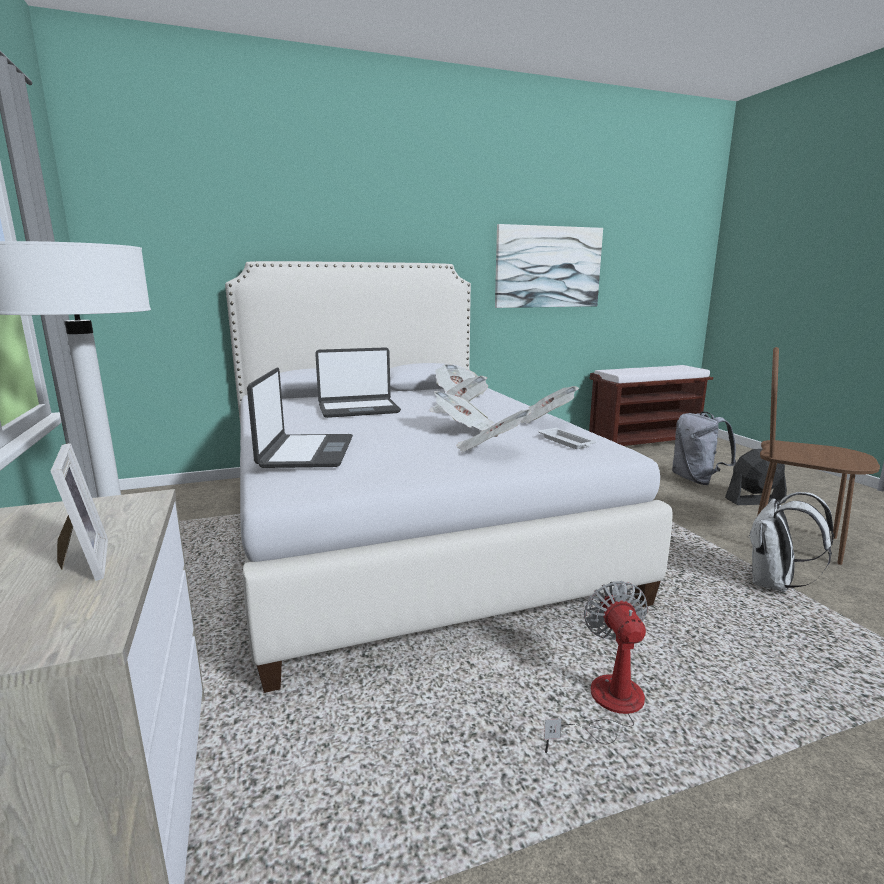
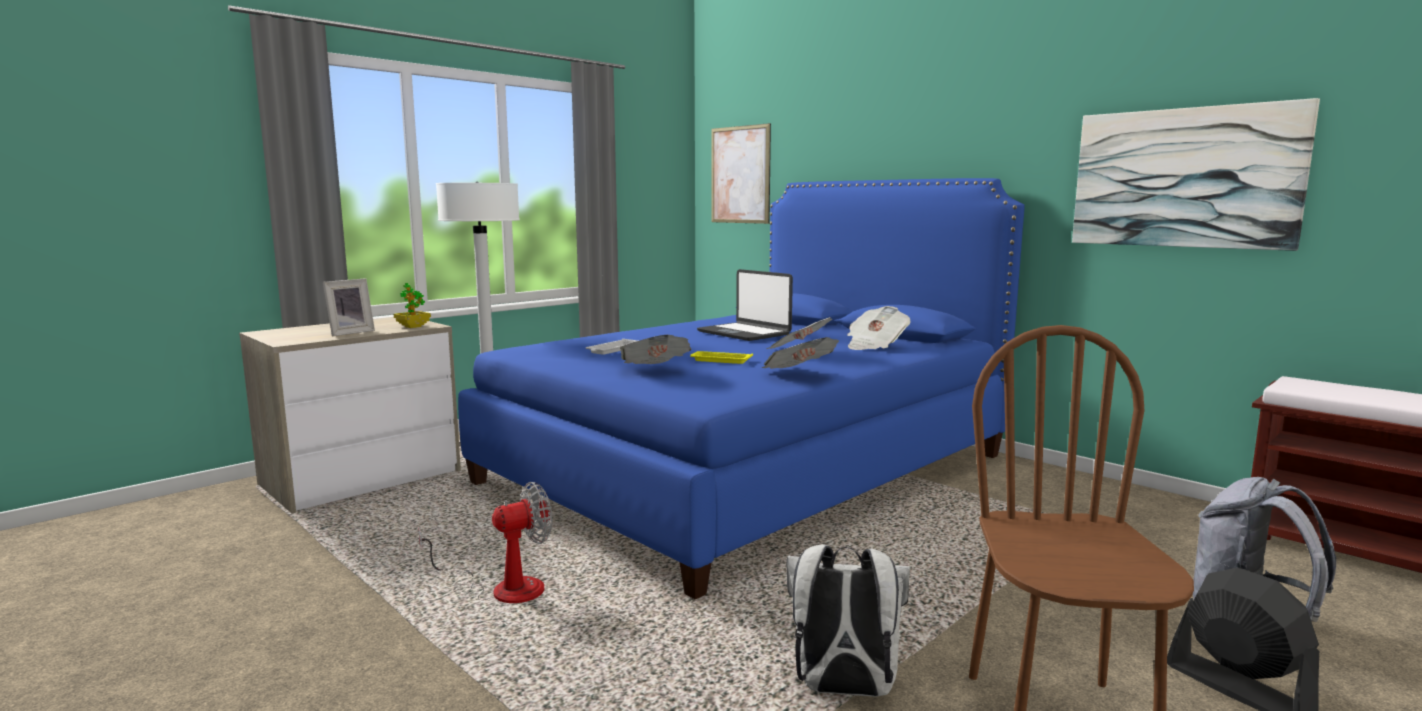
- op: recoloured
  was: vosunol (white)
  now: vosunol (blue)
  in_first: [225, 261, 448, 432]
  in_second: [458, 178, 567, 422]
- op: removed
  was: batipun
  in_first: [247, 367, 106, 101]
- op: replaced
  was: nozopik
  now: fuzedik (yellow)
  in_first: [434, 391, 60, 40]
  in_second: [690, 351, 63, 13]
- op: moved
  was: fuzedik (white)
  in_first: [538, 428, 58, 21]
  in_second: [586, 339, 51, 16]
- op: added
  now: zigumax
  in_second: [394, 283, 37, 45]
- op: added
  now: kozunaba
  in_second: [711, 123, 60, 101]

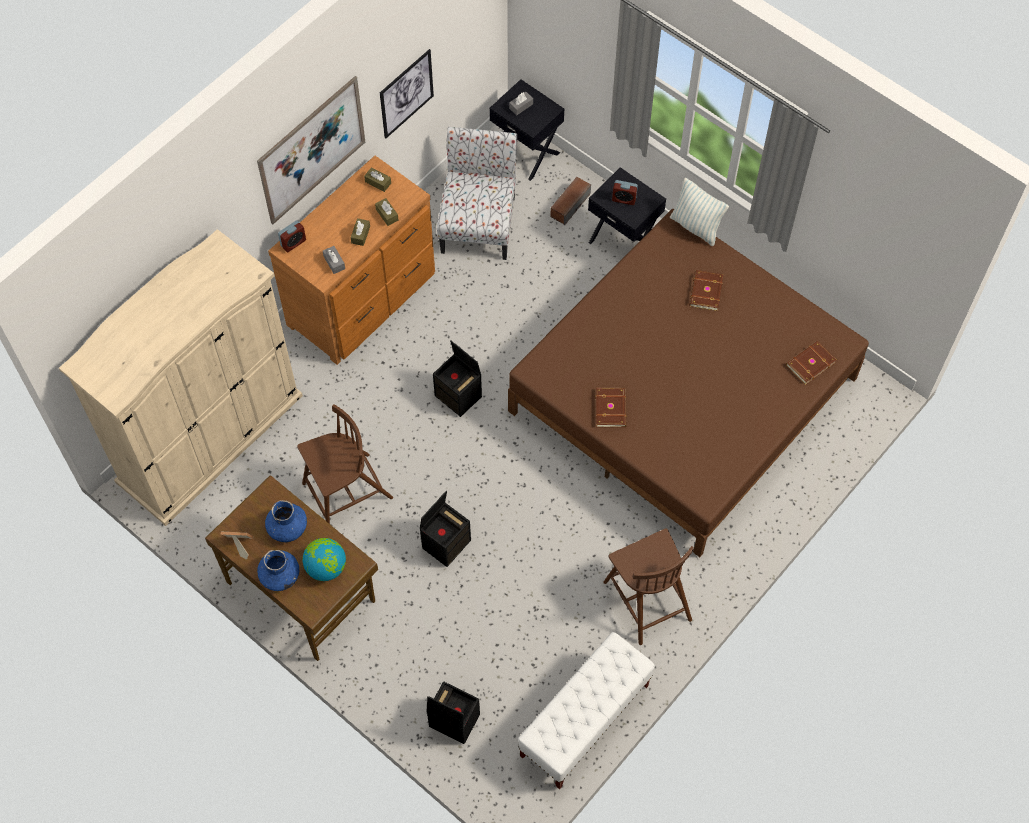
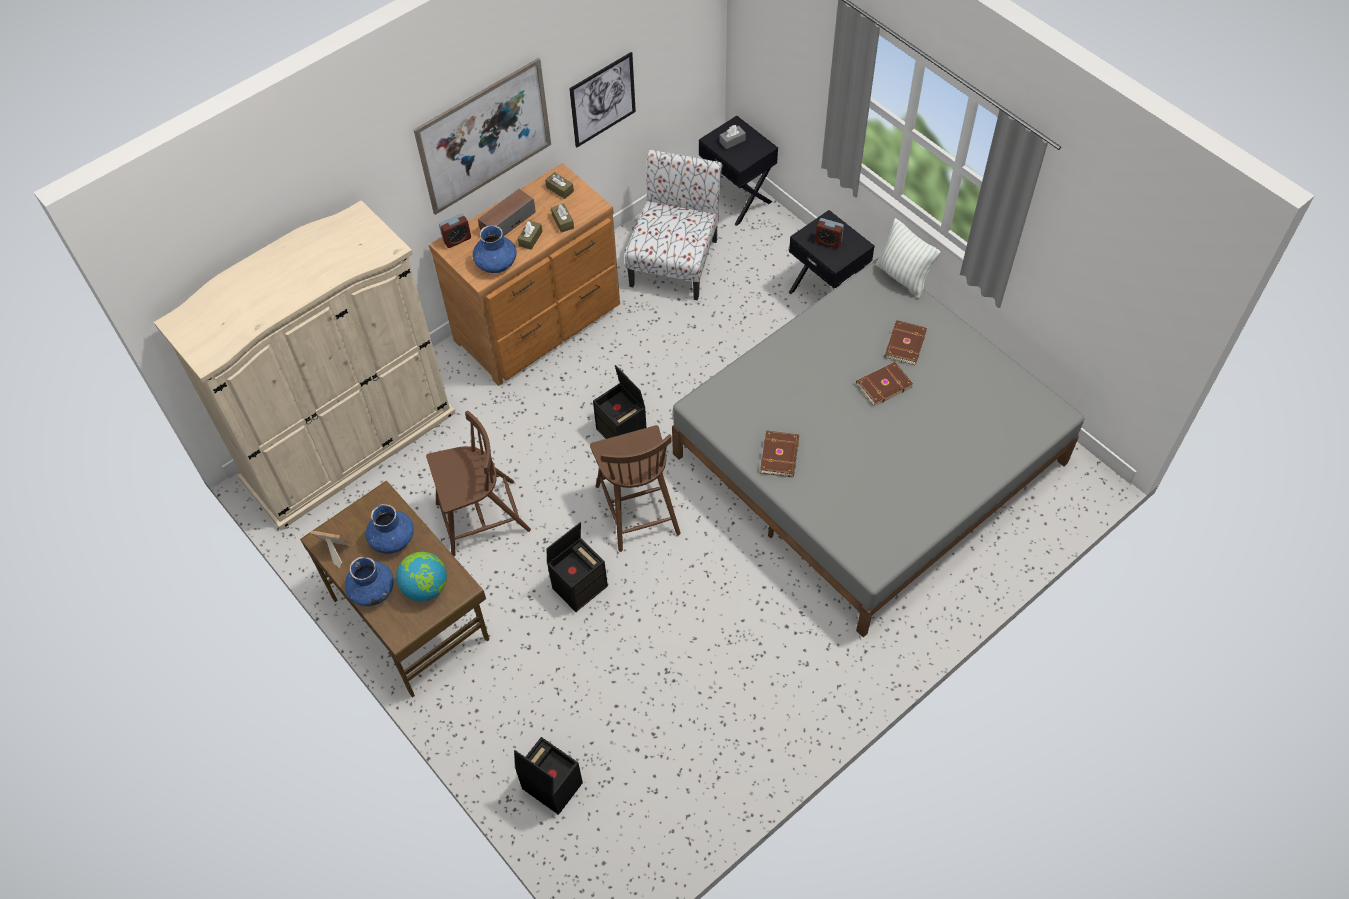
- op: replaced
  was: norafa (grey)
  now: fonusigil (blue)
  in_first: [323, 246, 22, 28]
  in_second: [473, 225, 44, 48]
- op: recoloured
  was: vosunol (brown)
  now: vosunol (grey)
  in_first: [508, 209, 361, 348]
  in_second: [672, 257, 412, 380]
- op: removed
  was: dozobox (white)
  in_first: [518, 632, 137, 157]
- op: moved
  was: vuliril
  in_first: [550, 177, 41, 49]
  in_second: [478, 189, 58, 48]
- op: moved
  was: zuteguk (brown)
  in_first: [603, 528, 91, 117]
  in_second: [590, 425, 90, 127]
- op: moved
  was: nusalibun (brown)
  in_first: [786, 341, 50, 44]
  in_second: [856, 362, 57, 44]

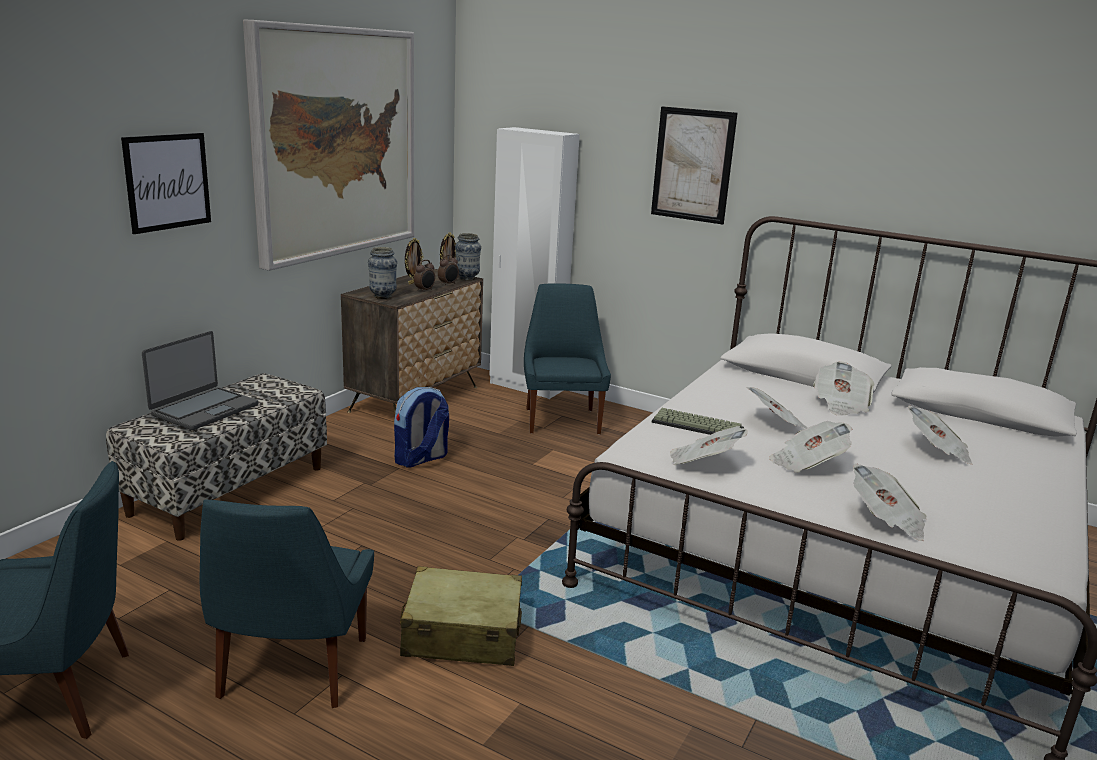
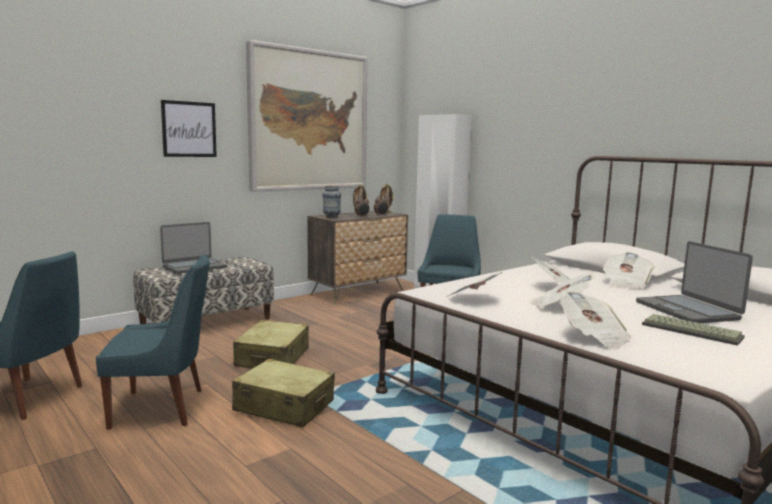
- op: turned
  was: zuteguk (blue)
  in_first: [200, 499, 174, 209]
  in_second: [96, 254, 114, 176]
  clockwise: -120
- op: removed
  was: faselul
  in_first: [394, 387, 55, 81]
- op: removed
  was: fonusigil
  in_first: [455, 233, 26, 47]
- op: removed
  was: kozunaba
  in_first: [651, 106, 87, 118]
- op: moved
  was: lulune
  in_first: [652, 408, 92, 33]
  in_second: [642, 314, 103, 32]
- op: replaced
  was: nozopik
  now: batipun
  in_first: [908, 405, 65, 60]
  in_second: [636, 241, 117, 83]
- op: added
  now: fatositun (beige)
  in_second: [233, 320, 76, 49]

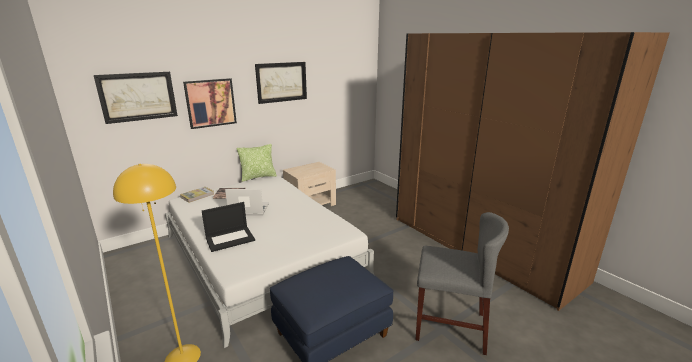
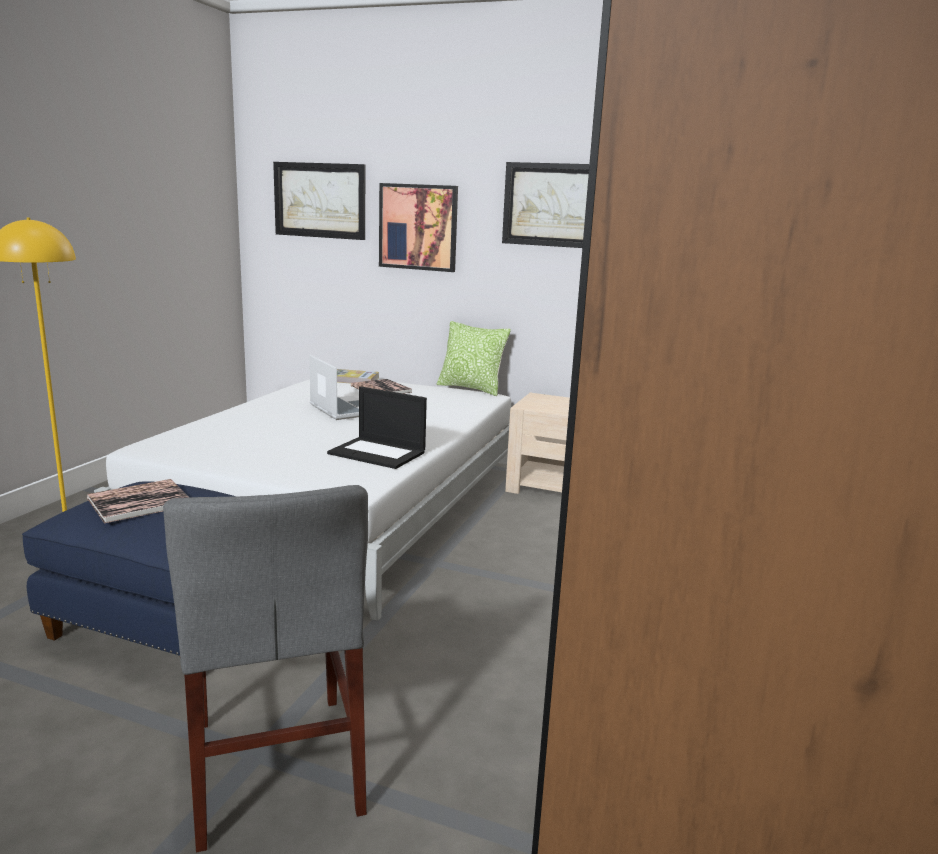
- op: moved
  was: batipun
  in_first: [202, 202, 53, 50]
  in_second: [327, 386, 100, 83]
- op: added
  now: nusalibun
  in_second: [87, 479, 103, 44]

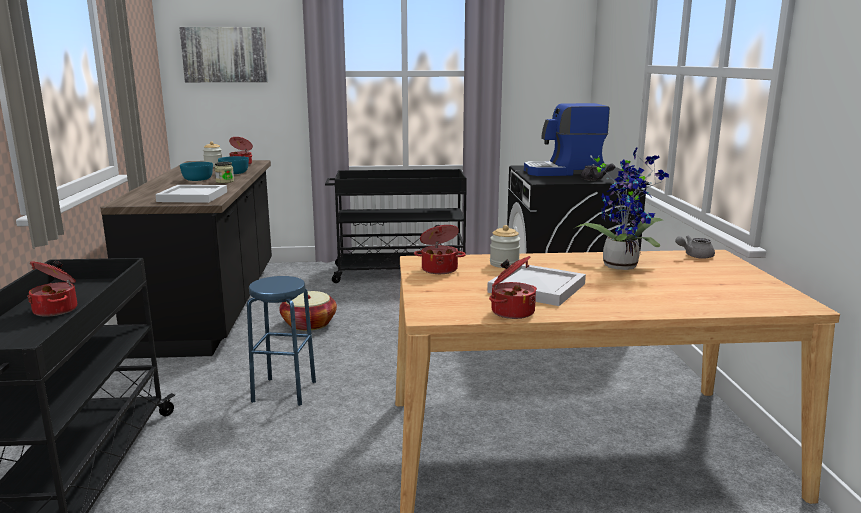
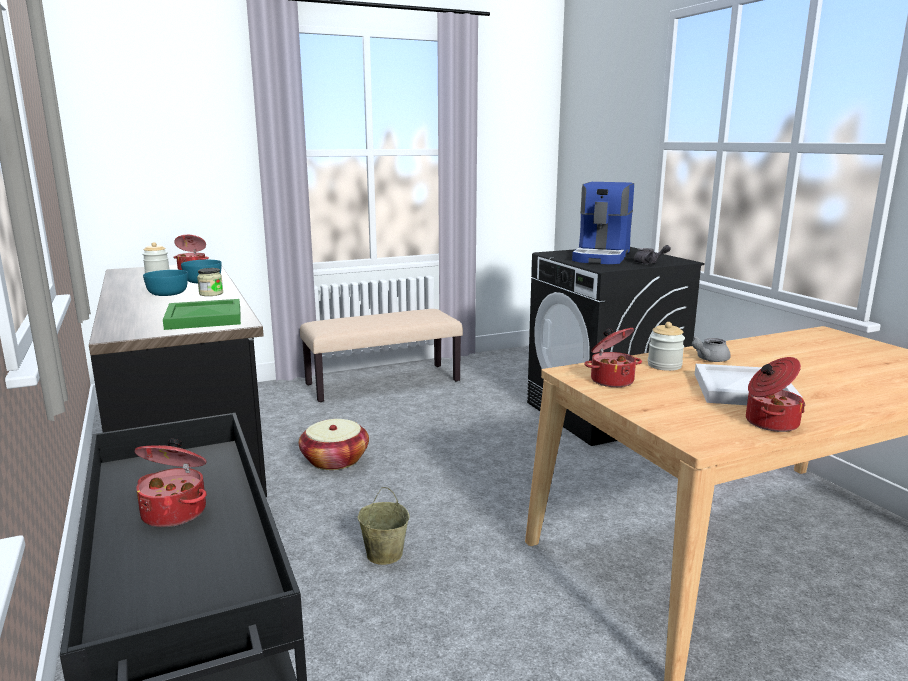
- op: recoloured
  was: fuzedik (white)
  now: fuzedik (green)
  in_first: [155, 185, 72, 18]
  in_second: [163, 299, 78, 31]
- op: removed
  was: kozunaba
  in_first: [179, 27, 89, 55]
- op: replaced
  was: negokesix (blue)
  now: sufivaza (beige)
  in_first: [247, 276, 69, 130]
  in_second: [358, 487, 51, 78]
- op: replaced
  was: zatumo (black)
  now: dozobox (beige)
  in_first: [325, 169, 142, 114]
  in_second: [300, 309, 163, 93]
- op: turned
  was: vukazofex
  in_first: [524, 103, 86, 73]
  in_second: [572, 182, 62, 82]
  clockwise: -45
- op: removed
  was: zigumax
  in_first: [573, 147, 96, 123]
- op: moved
  was: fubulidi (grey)
  in_first: [675, 236, 40, 23]
  in_second: [692, 336, 39, 26]

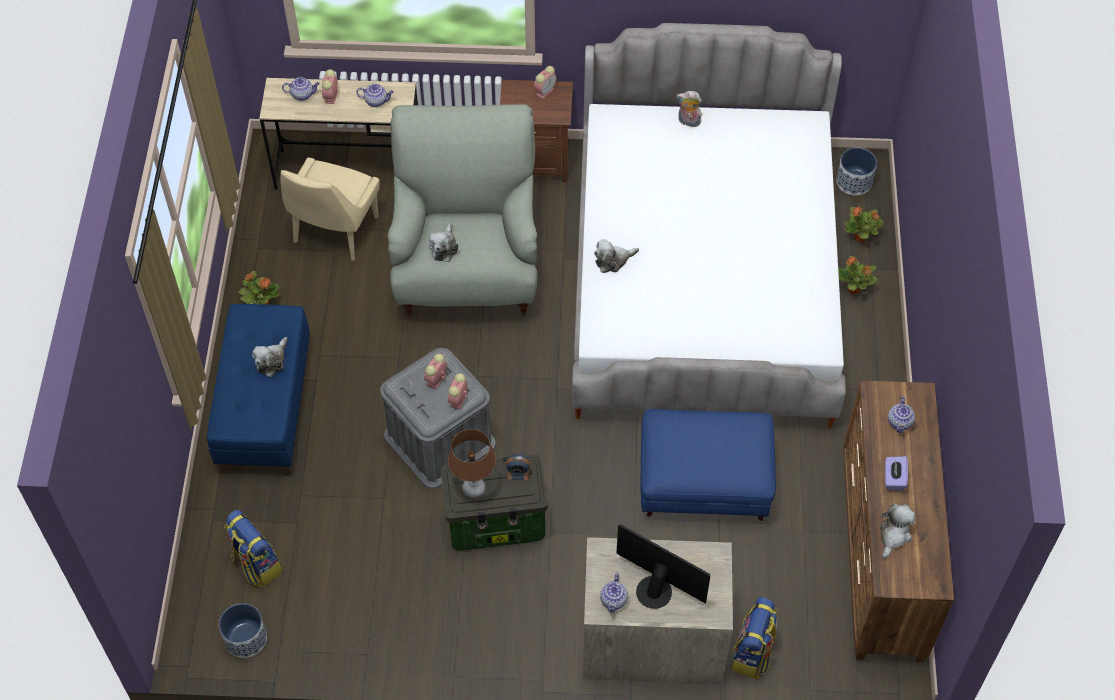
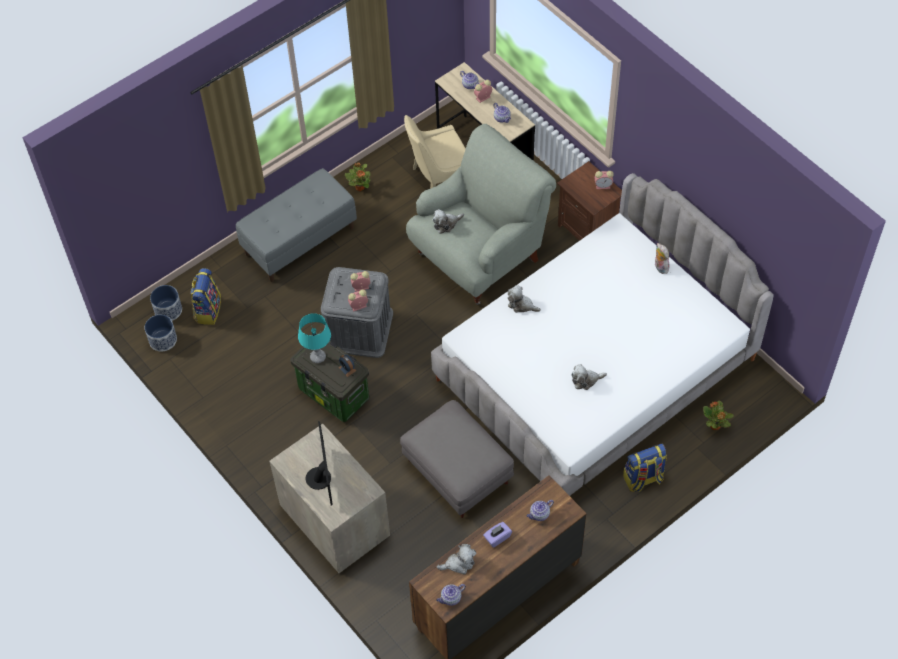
- op: recoloured
  was: dozobox (blue)
  now: dozobox (grey)
  in_first: [207, 304, 103, 172]
  in_second: [236, 168, 121, 114]
- op: moved
  was: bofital
  in_first: [252, 337, 36, 40]
  in_second: [571, 364, 36, 26]
- op: recoloured
  was: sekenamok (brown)
  now: sekenamok (turquoise)
  in_first: [448, 429, 48, 69]
  in_second: [298, 313, 33, 50]
- op: moved
  was: fubulidi
  in_first: [600, 573, 28, 40]
  in_second: [436, 584, 30, 22]
- op: recoloured
  was: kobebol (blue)
  now: kobebol (grey)
  in_first: [640, 409, 136, 112]
  in_second: [400, 400, 114, 118]
- op: moved
  was: faselul
  in_first: [731, 597, 46, 82]
  in_second: [623, 444, 44, 48]
- op: moved
  was: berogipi
  in_first: [836, 148, 41, 47]
  in_second: [150, 285, 32, 36]
- op: removed
  was: zigumax
  in_first: [838, 256, 40, 38]

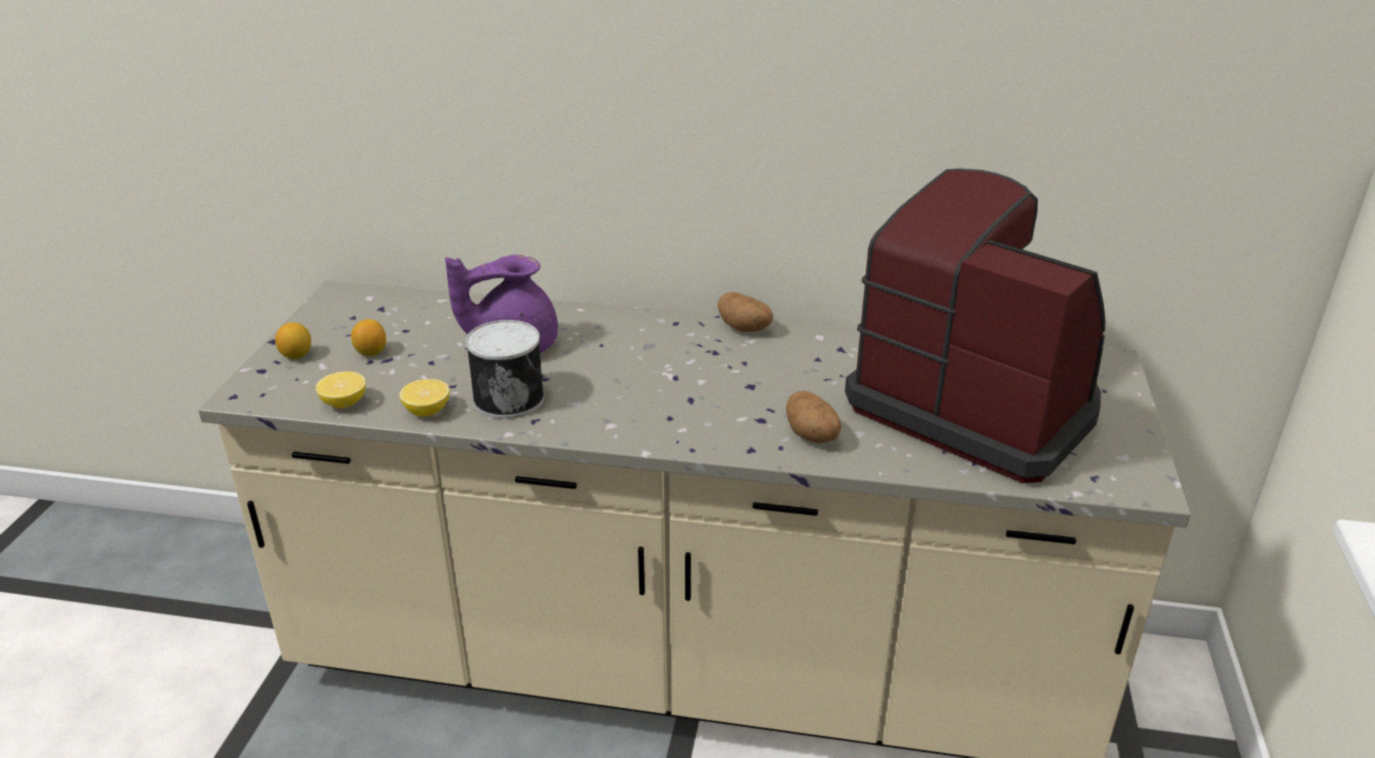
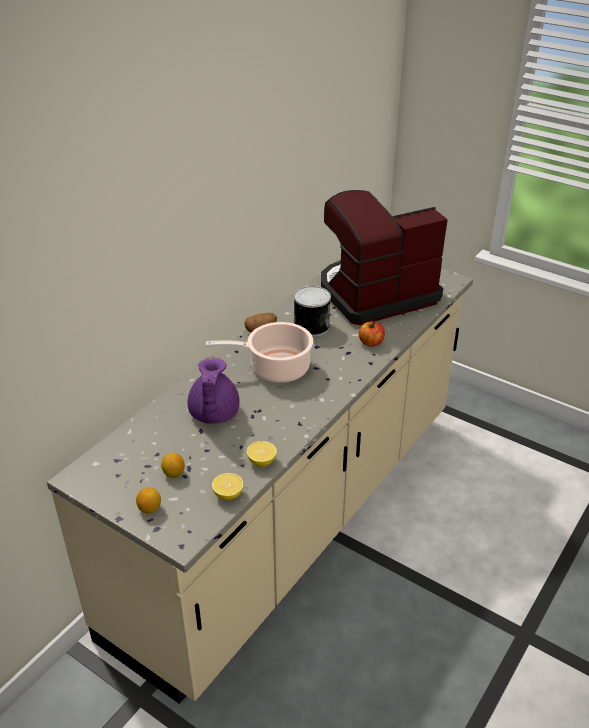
- op: moved
  was: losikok
  in_first: [466, 320, 78, 99]
  in_second: [294, 286, 37, 51]
- op: replaced
  was: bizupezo
  now: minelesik
  in_first: [786, 391, 55, 52]
  in_second: [359, 321, 26, 26]
- op: added
  now: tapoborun
  in_second: [206, 322, 107, 61]

